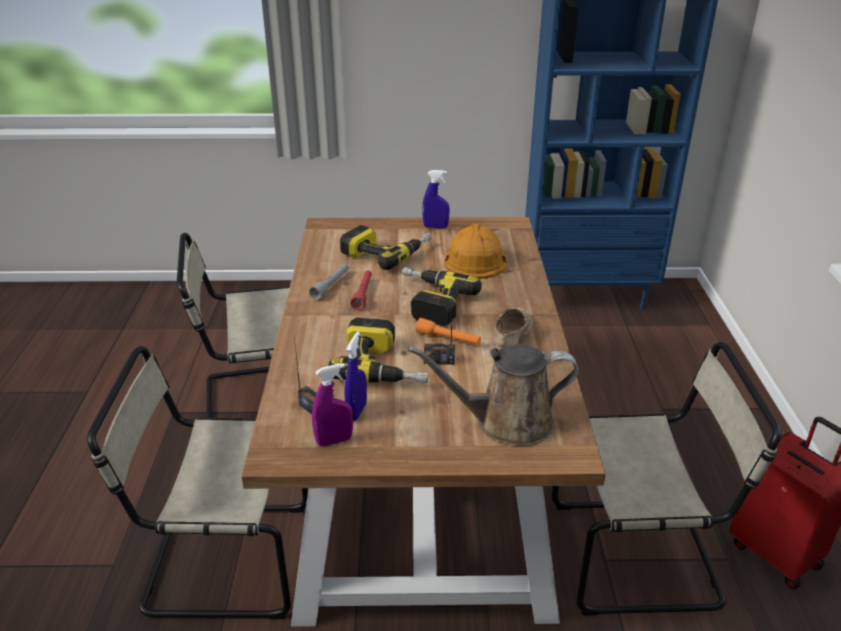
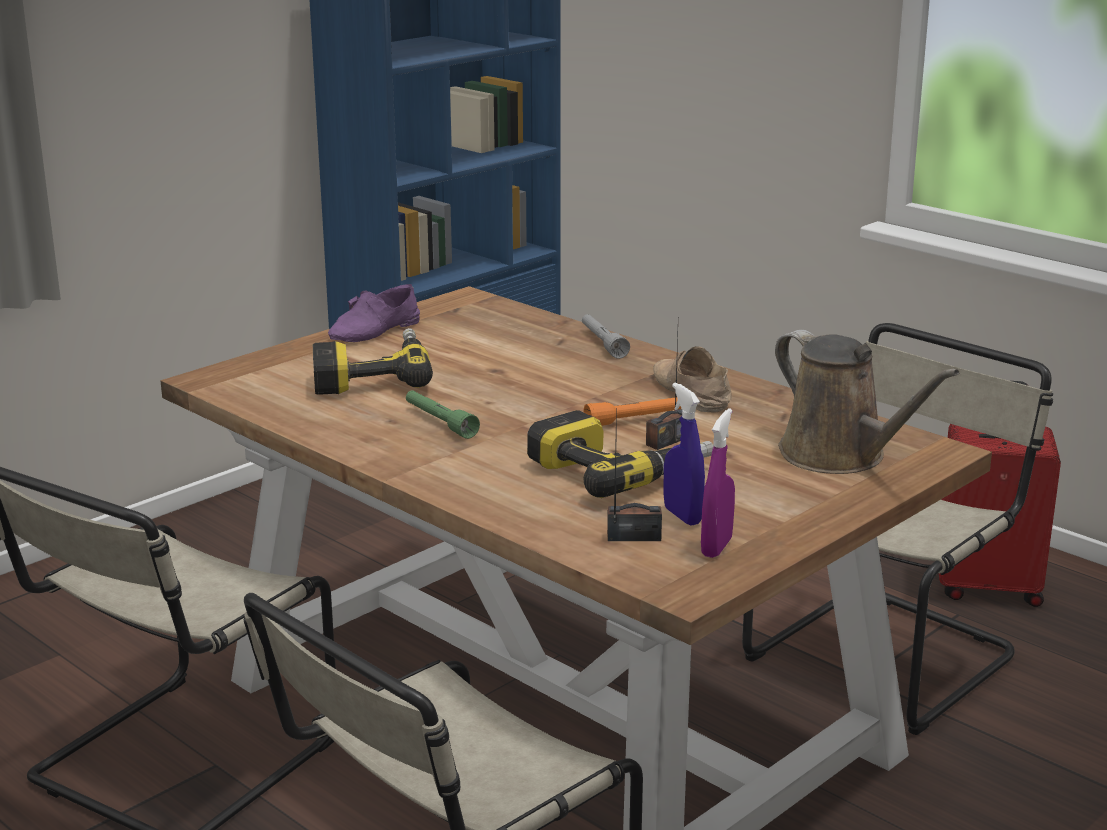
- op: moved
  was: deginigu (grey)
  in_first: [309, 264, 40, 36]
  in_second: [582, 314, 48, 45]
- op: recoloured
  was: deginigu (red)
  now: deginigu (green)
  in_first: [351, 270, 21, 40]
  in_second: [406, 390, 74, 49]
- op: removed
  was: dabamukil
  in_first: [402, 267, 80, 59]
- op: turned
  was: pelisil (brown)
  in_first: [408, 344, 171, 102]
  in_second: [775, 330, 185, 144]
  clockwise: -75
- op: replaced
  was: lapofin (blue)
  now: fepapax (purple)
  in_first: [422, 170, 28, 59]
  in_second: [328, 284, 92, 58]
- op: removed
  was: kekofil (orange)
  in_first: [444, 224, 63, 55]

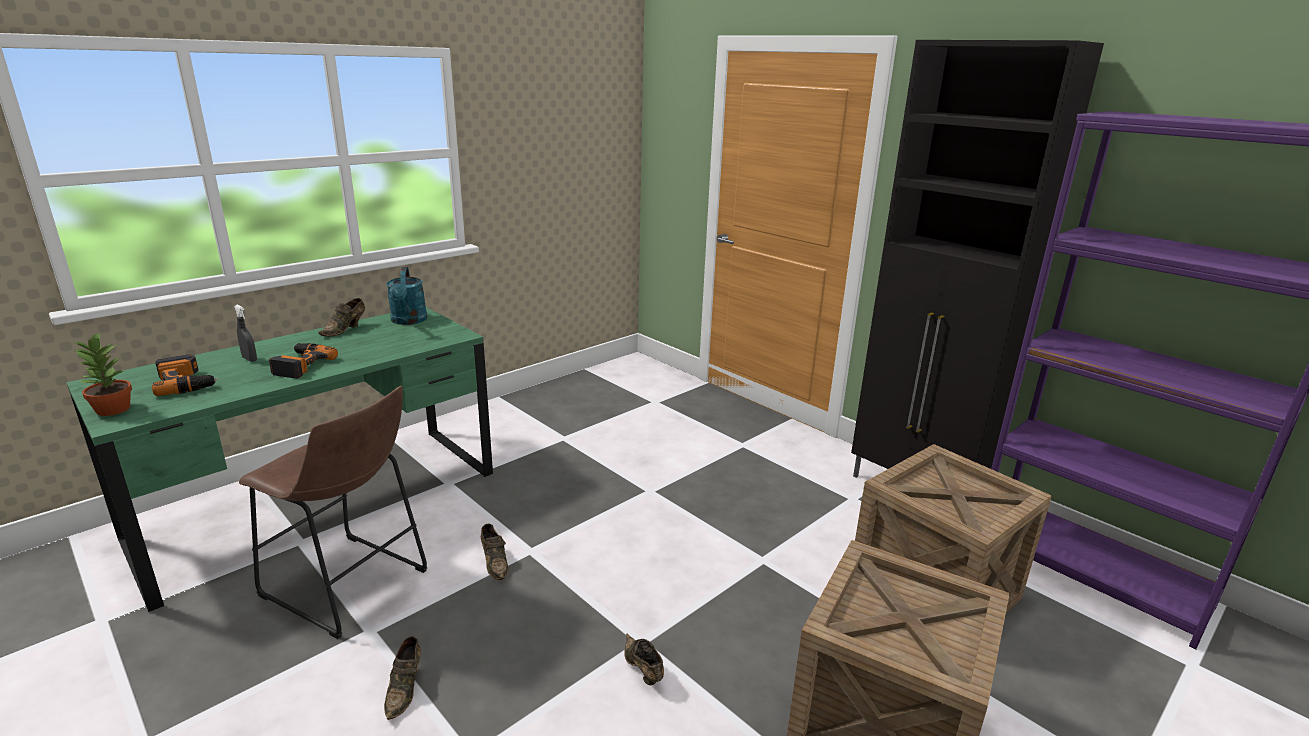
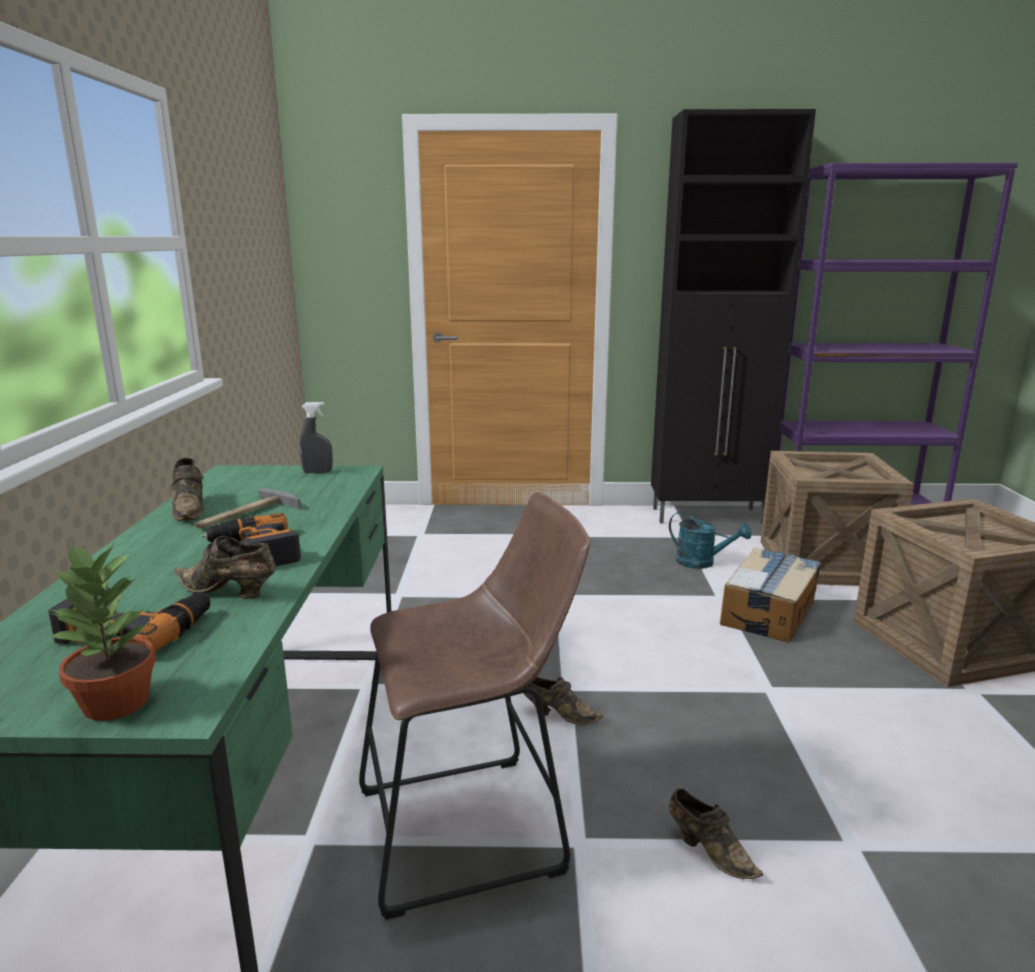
- op: moved
  was: lapofin (grey)
  in_first: [234, 305, 23, 57]
  in_second: [299, 402, 34, 71]
- op: moved
  was: pelisil (turquoise)
  in_first: [386, 267, 41, 58]
  in_second: [669, 512, 82, 57]
- op: moved
  was: fepapax (brown)
  in_first: [624, 634, 40, 51]
  in_second: [174, 536, 102, 63]
- op: added
  now: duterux
  in_second: [194, 487, 107, 42]
- op: added
  now: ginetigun
  in_second: [720, 548, 101, 95]

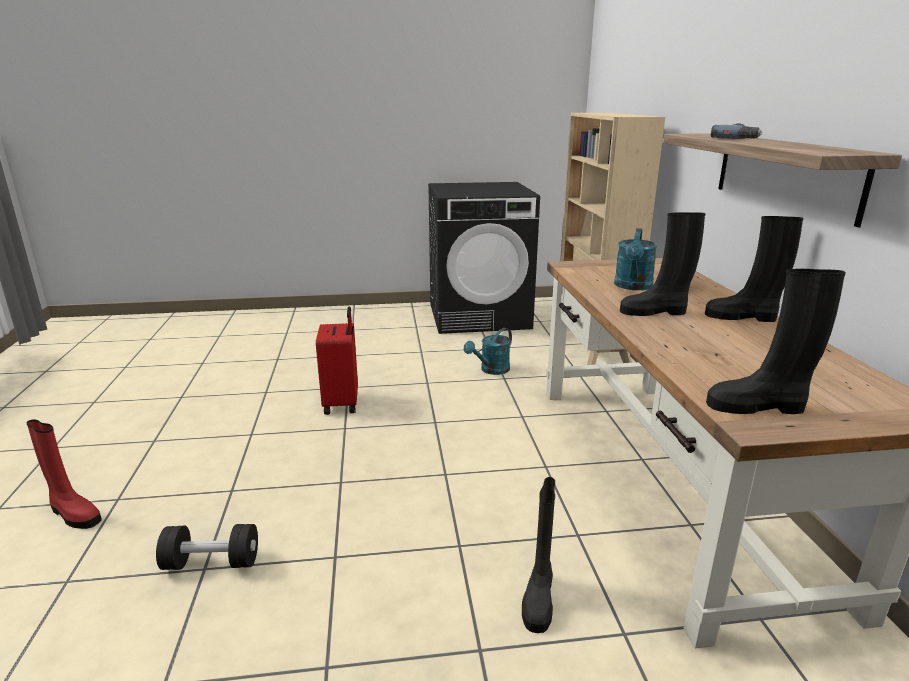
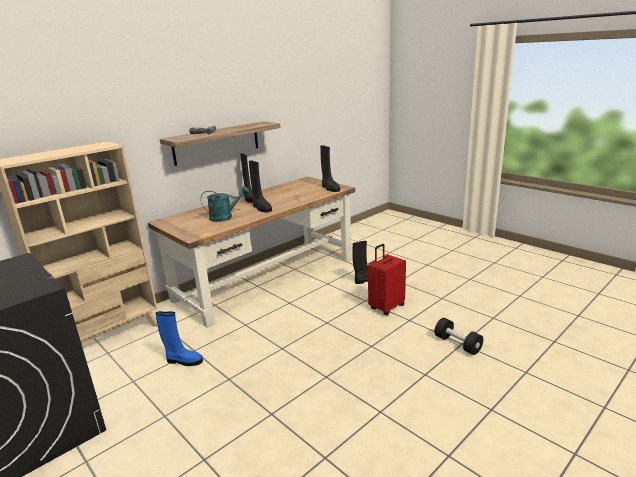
- op: removed
  was: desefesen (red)
  in_first: [26, 419, 76, 110]
- op: moved
  was: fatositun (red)
  in_first: [316, 307, 42, 108]
  in_second: [368, 244, 38, 71]
- op: replaced
  was: pelisil (turquoise)
  now: desefesen (blue)
  in_first: [464, 328, 48, 47]
  in_second: [155, 311, 48, 55]

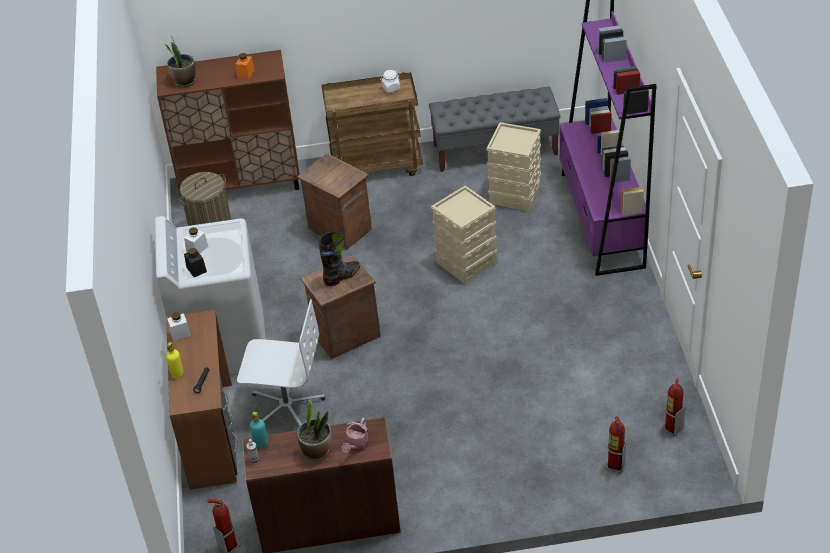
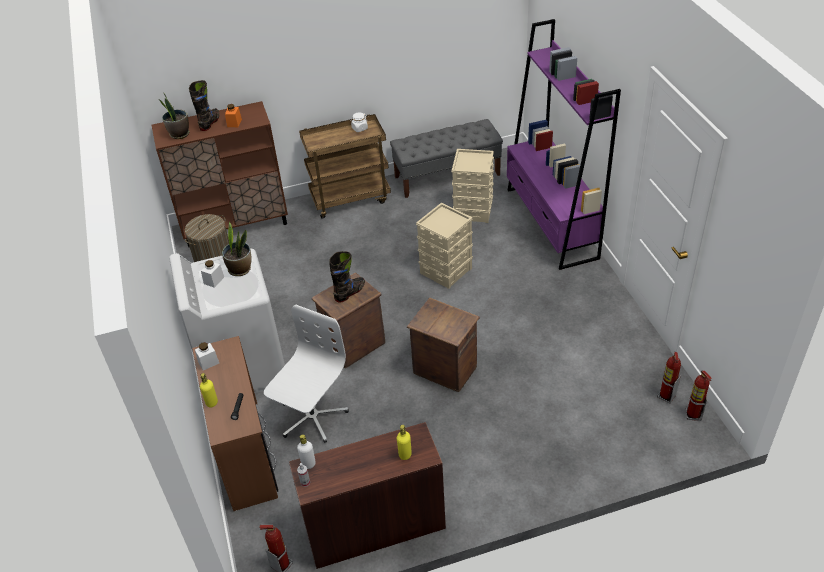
- op: removed
  was: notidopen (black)
  in_first: [184, 248, 23, 29]
- op: turned
  was: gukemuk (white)
  in_first: [237, 299, 88, 127]
  in_second: [264, 305, 85, 138]
  clockwise: -60
- op: recoloured
  was: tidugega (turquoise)
  now: tidugega (white)
  in_first: [250, 412, 18, 36]
  in_second: [297, 434, 19, 35]
- op: moved
  was: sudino
  in_first: [297, 153, 75, 96]
  in_second: [407, 298, 73, 94]
- op: moved
  was: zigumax
  in_first: [297, 398, 34, 63]
  in_second: [222, 221, 29, 55]
- op: replaced
  was: pelisil
  now: tidugega (yellow)
  in_first: [342, 418, 27, 35]
  in_second: [397, 425, 15, 35]
- op: moved
  was: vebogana
  in_first: [606, 416, 20, 57]
  in_second: [686, 370, 26, 51]
- op: added
  now: desefesen (black)
  in_second: [189, 80, 30, 51]

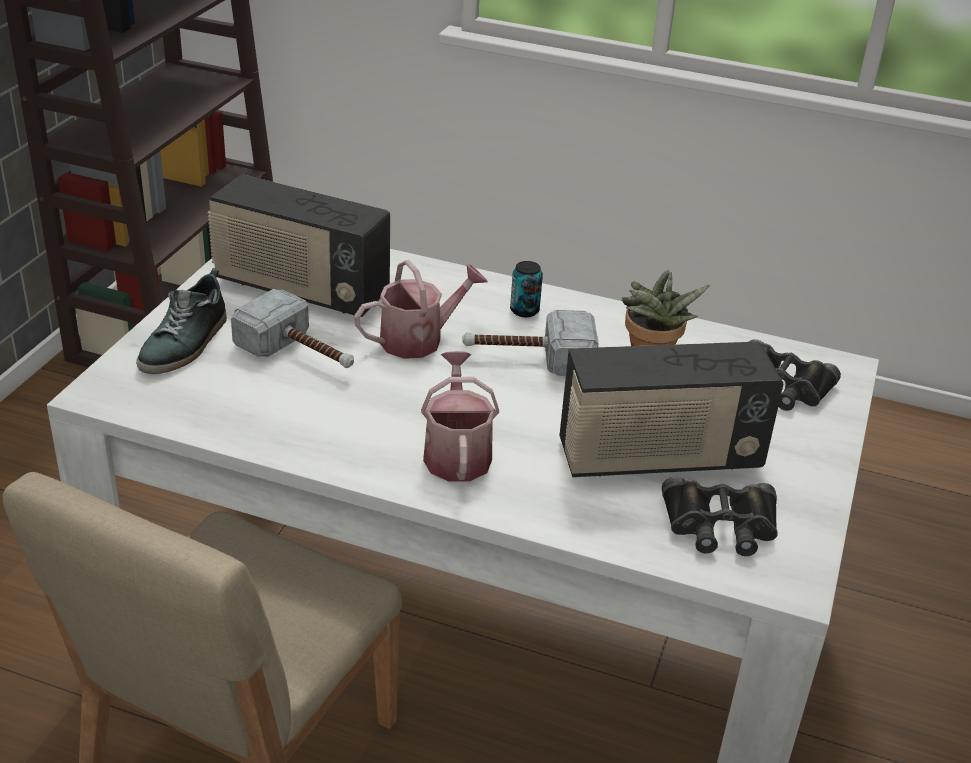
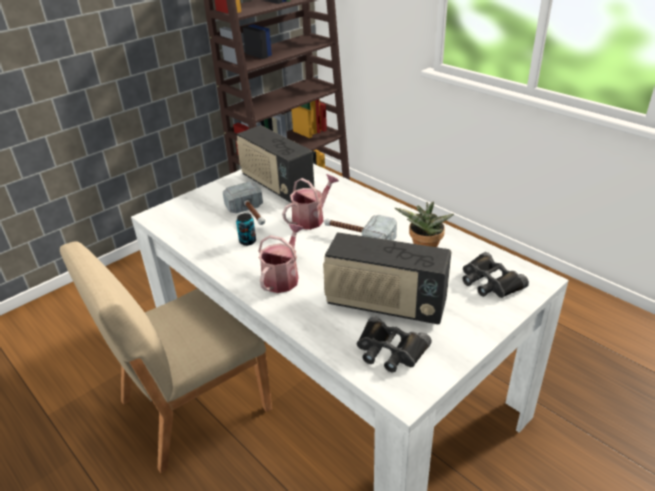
- op: removed
  was: fepapax
  in_first: [136, 268, 91, 106]
- op: turned
  was: pelisil
  in_first: [354, 260, 134, 99]
  in_second: [282, 174, 57, 56]
  clockwise: -45
- op: moved
  was: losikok
  in_first: [510, 261, 33, 56]
  in_second: [236, 213, 20, 33]

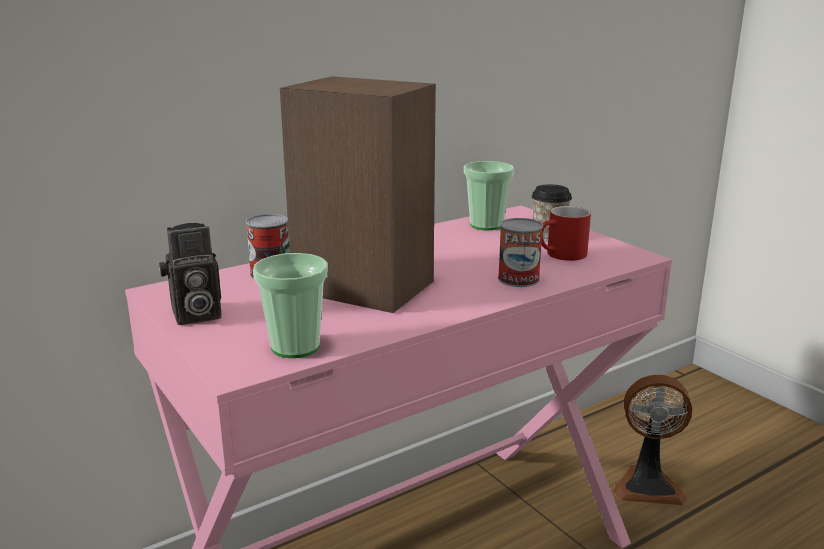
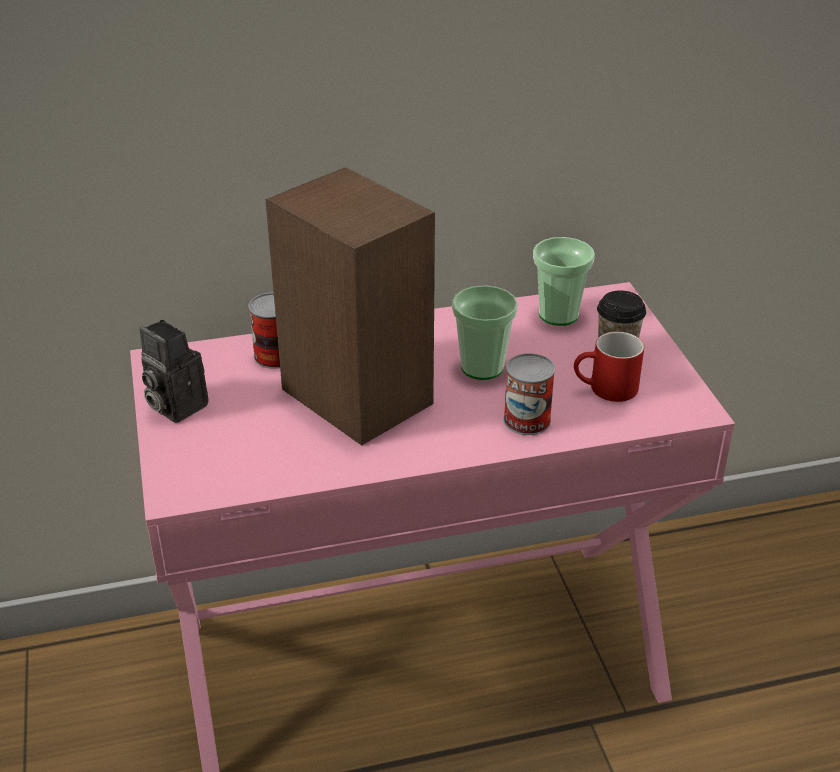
- op: turned
  was: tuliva
  in_first: [159, 223, 62, 102]
  in_second: [140, 320, 68, 103]
  clockwise: 45
- op: moved
  was: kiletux
  in_first: [253, 253, 75, 105]
  in_second: [452, 285, 66, 95]
- op: removed
  was: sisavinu
  in_first: [614, 375, 78, 130]

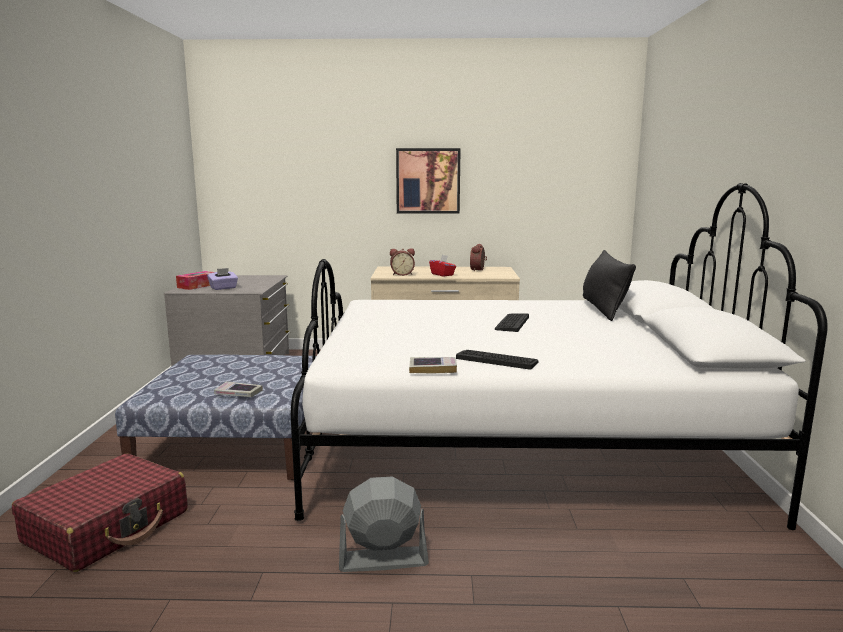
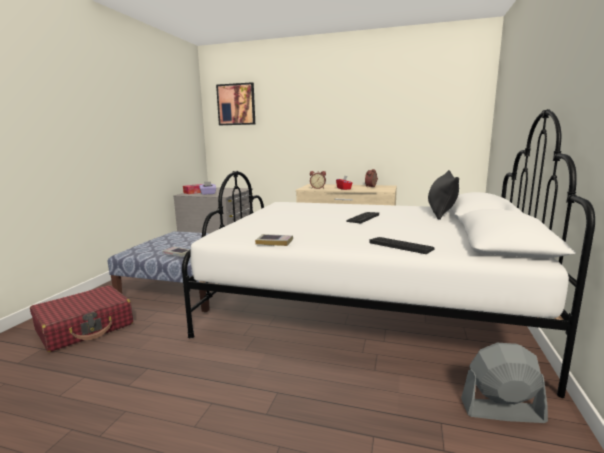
- op: moved
  was: sisavinu (grey)
  in_first: [339, 477, 90, 95]
  in_second: [461, 343, 87, 80]
- op: moved
  was: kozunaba
  in_first: [396, 148, 65, 65]
  in_second: [216, 82, 39, 43]
- op: moved
  was: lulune
  in_first: [456, 350, 83, 20]
  in_second: [369, 237, 66, 17]

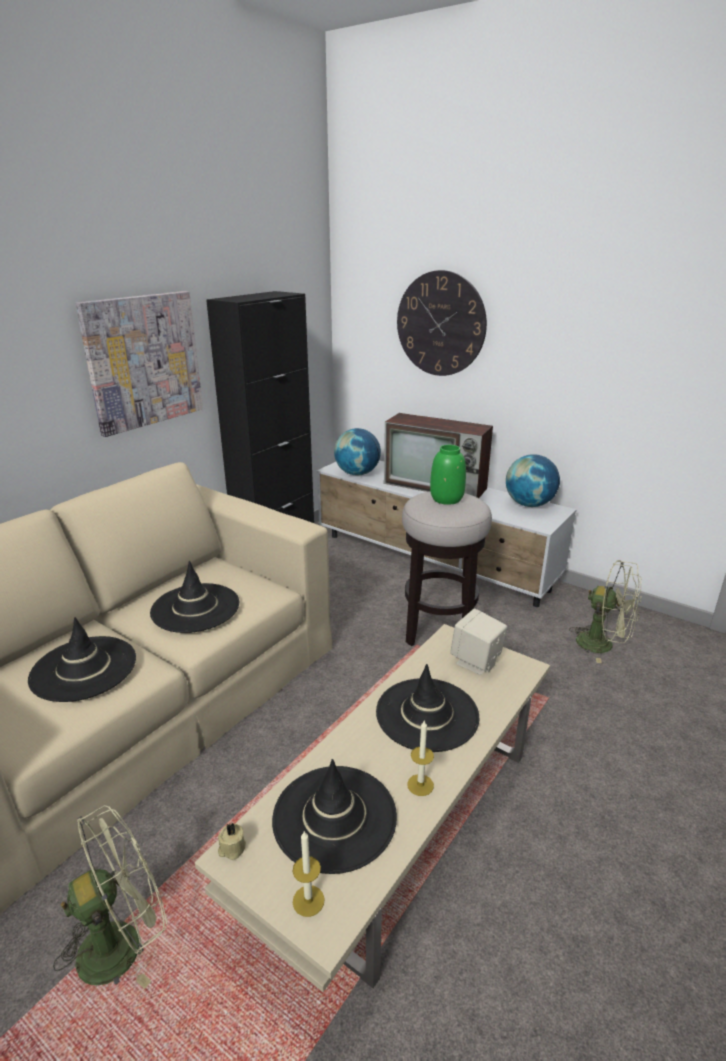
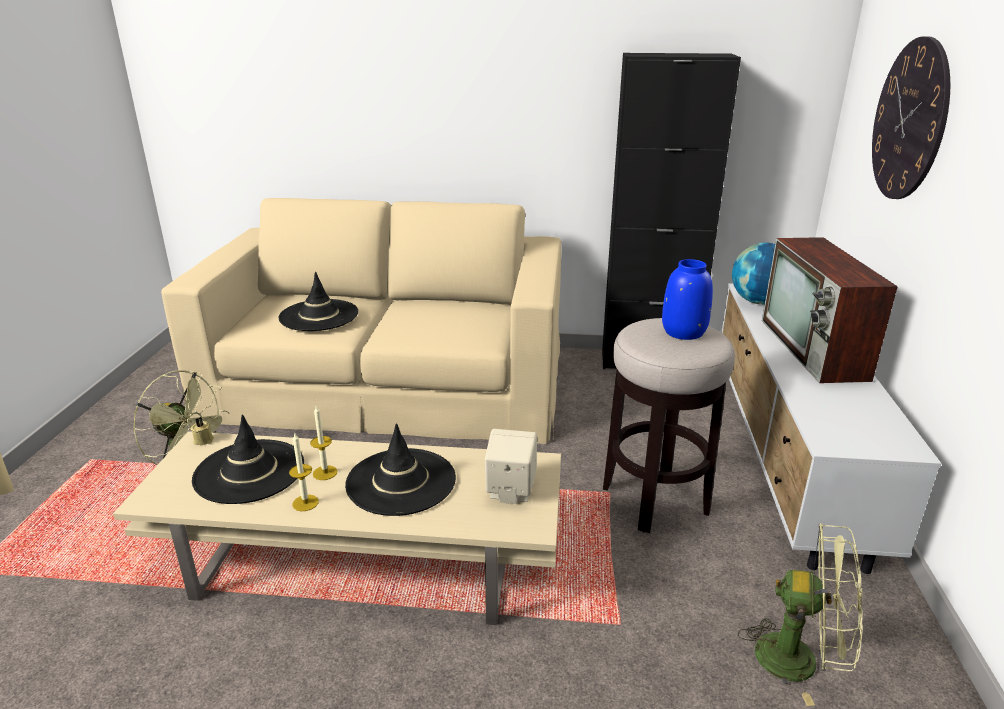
- op: removed
  was: kozunaba
  in_first: [75, 291, 128, 146]
- op: removed
  was: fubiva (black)
  in_first: [150, 561, 89, 72]
- op: moved
  was: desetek
  in_first: [293, 830, 32, 87]
  in_second: [310, 406, 27, 74]
- op: recoloured
  was: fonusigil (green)
  now: fonusigil (blue)
  in_first: [430, 445, 36, 60]
  in_second: [662, 259, 51, 81]
- op: removed
  was: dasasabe
  in_first: [506, 454, 54, 53]
- op: turned
  was: sisavinu (green)
  in_first: [569, 560, 72, 103]
  in_second: [738, 523, 125, 183]
  clockwise: -75

